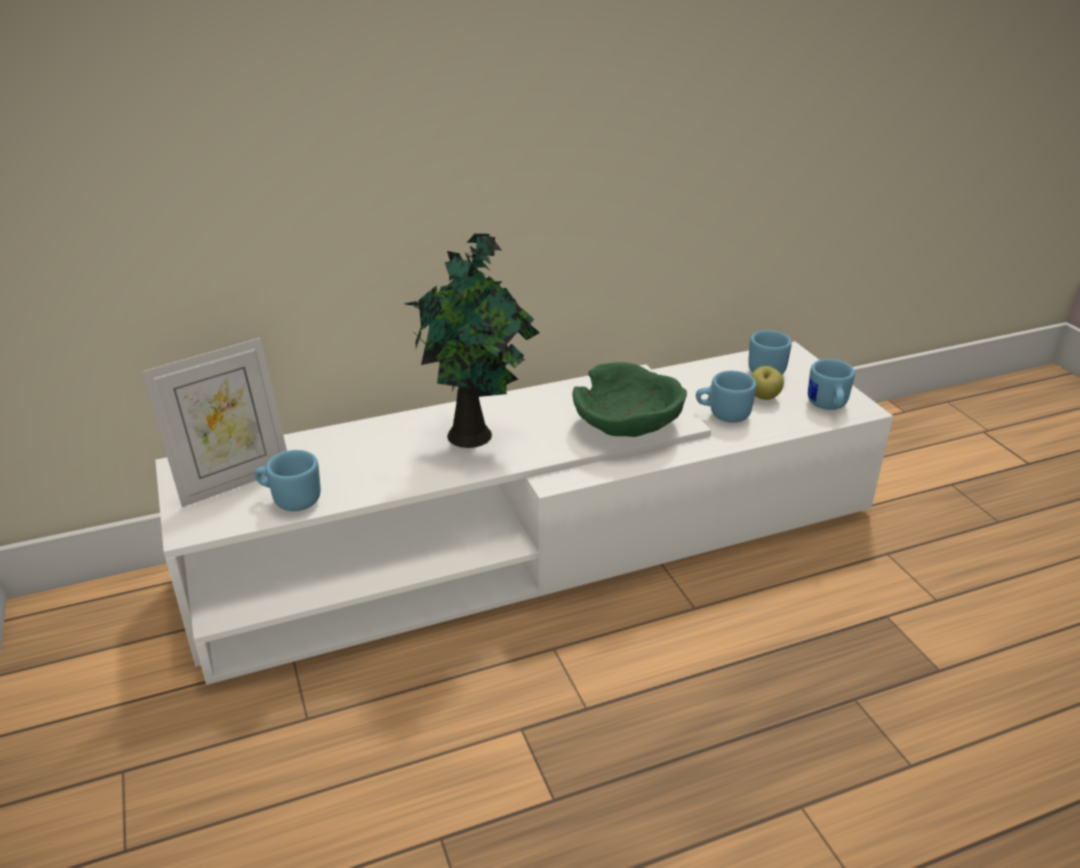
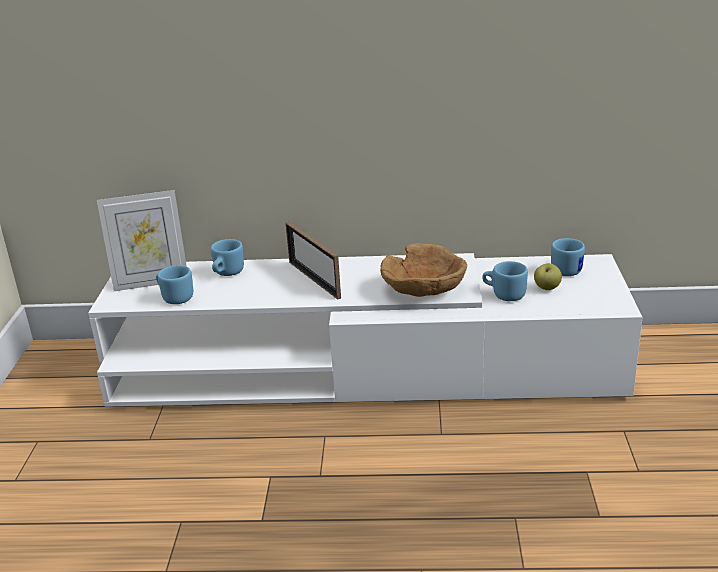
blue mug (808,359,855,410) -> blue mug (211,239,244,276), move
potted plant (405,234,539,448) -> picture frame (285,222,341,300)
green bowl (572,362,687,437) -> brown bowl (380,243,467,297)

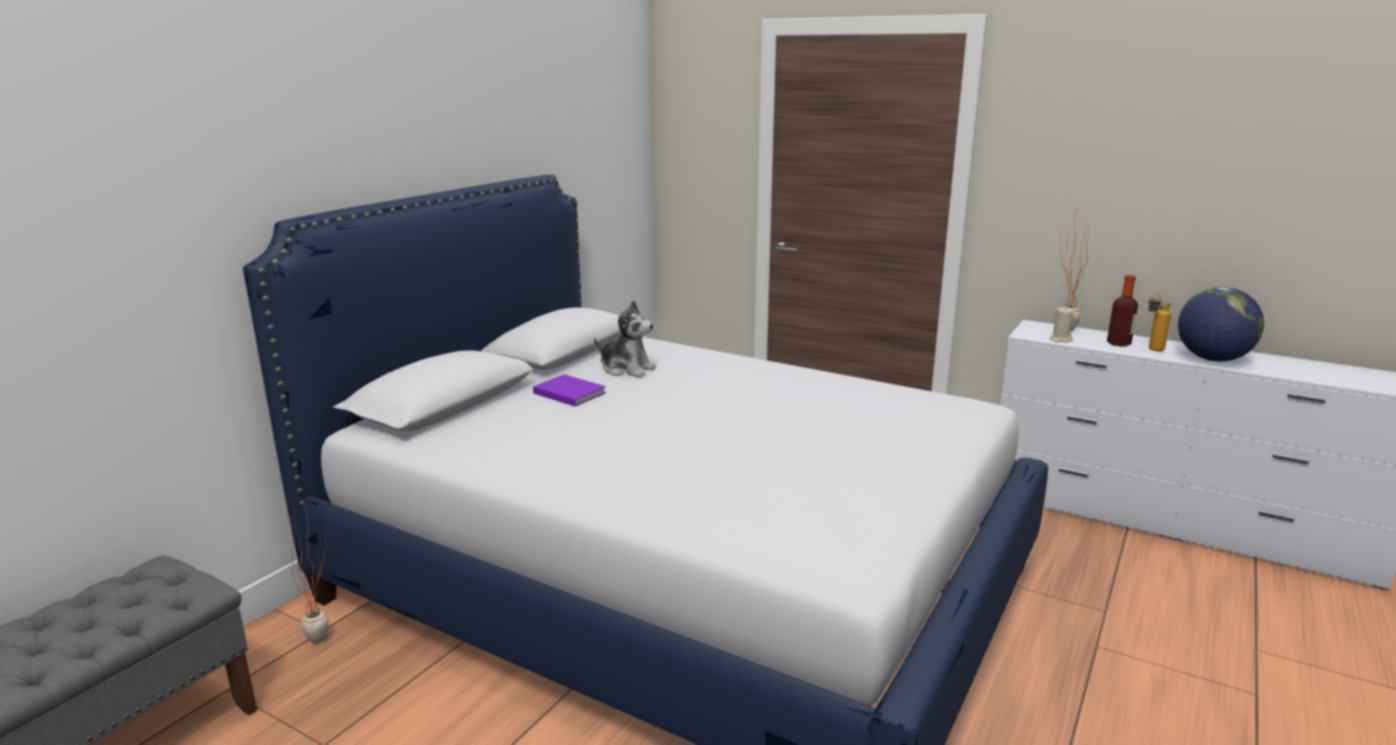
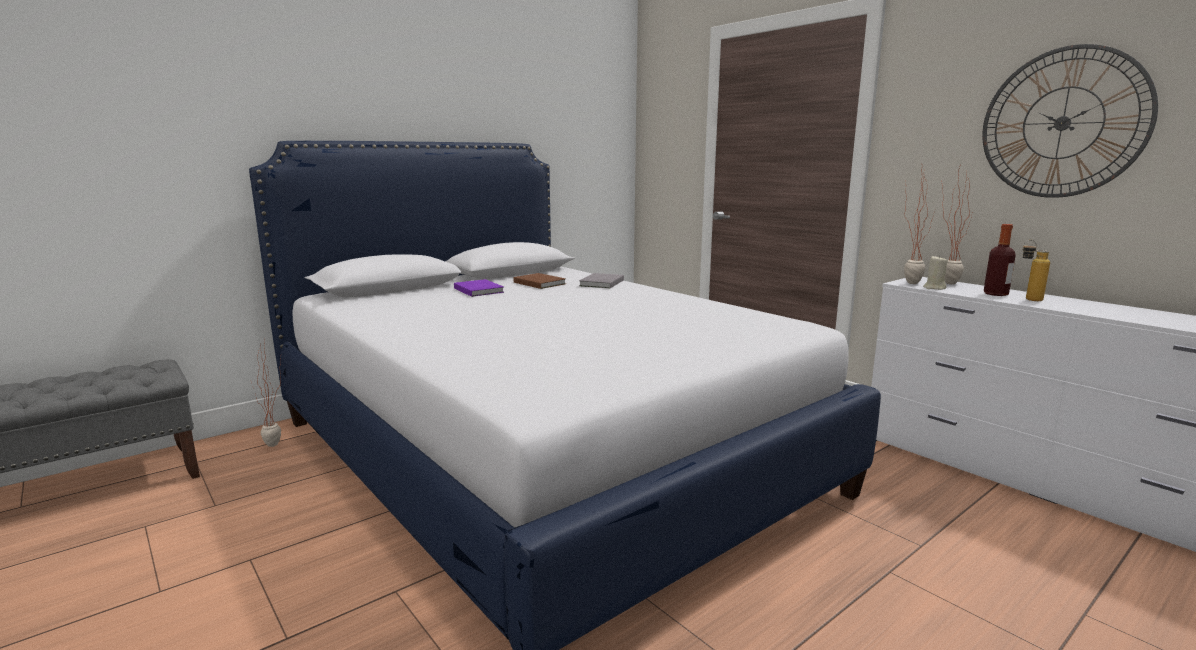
globe (1178,287,1264,361) -> none
none -> grey book (579,273,624,288)
none -> potted plant (904,179,934,284)
none -> wall clock (982,44,1158,198)
plush toy (594,300,656,377) -> brown book (513,273,566,289)

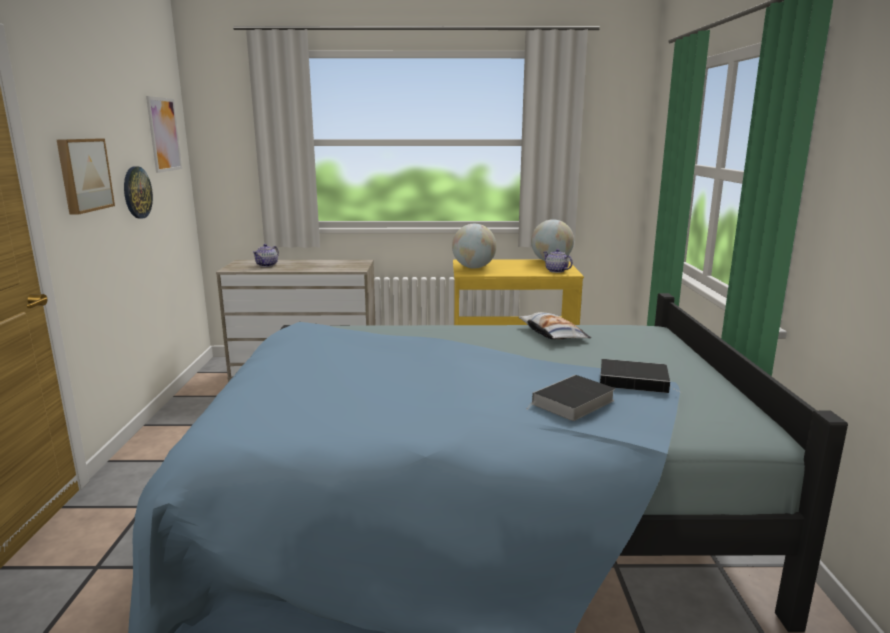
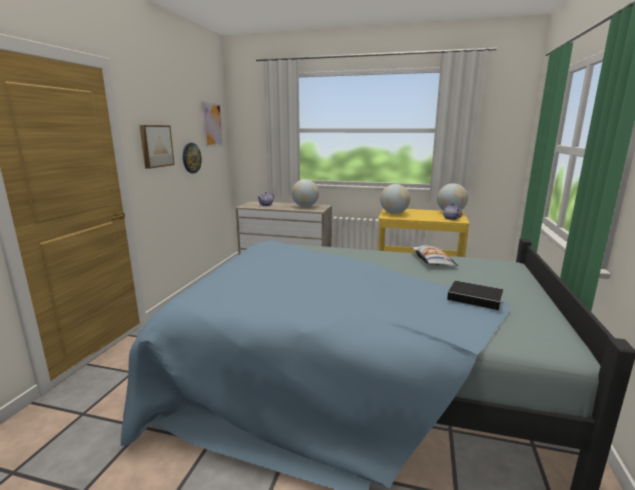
book (526,375,615,421) -> none
none -> globe (292,179,319,207)

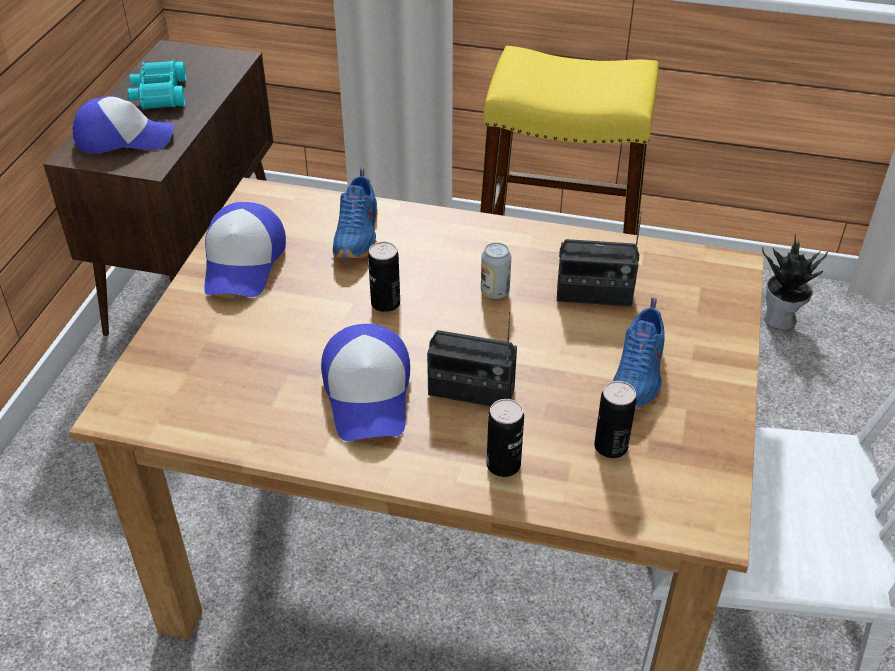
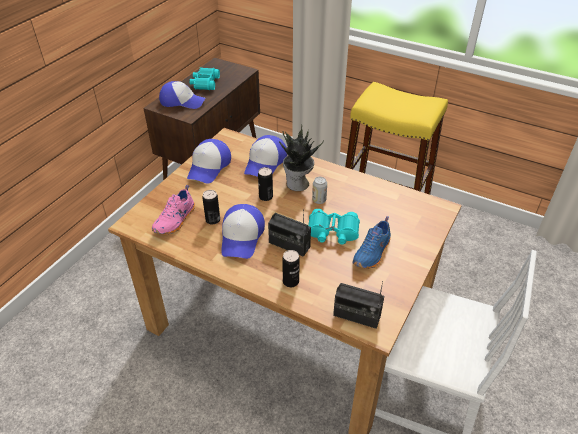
none -> pink shoe (152,185,195,235)
none -> turquoise binoculars (308,209,360,245)
radio (557,211,642,306) -> radio (333,281,384,329), move
can (594,381,636,458) -> can (202,190,220,224), move
potted plant (762,234,828,330) -> potted plant (279,126,324,191), move
blue shoe (332,168,378,258) -> cap (244,135,287,177)

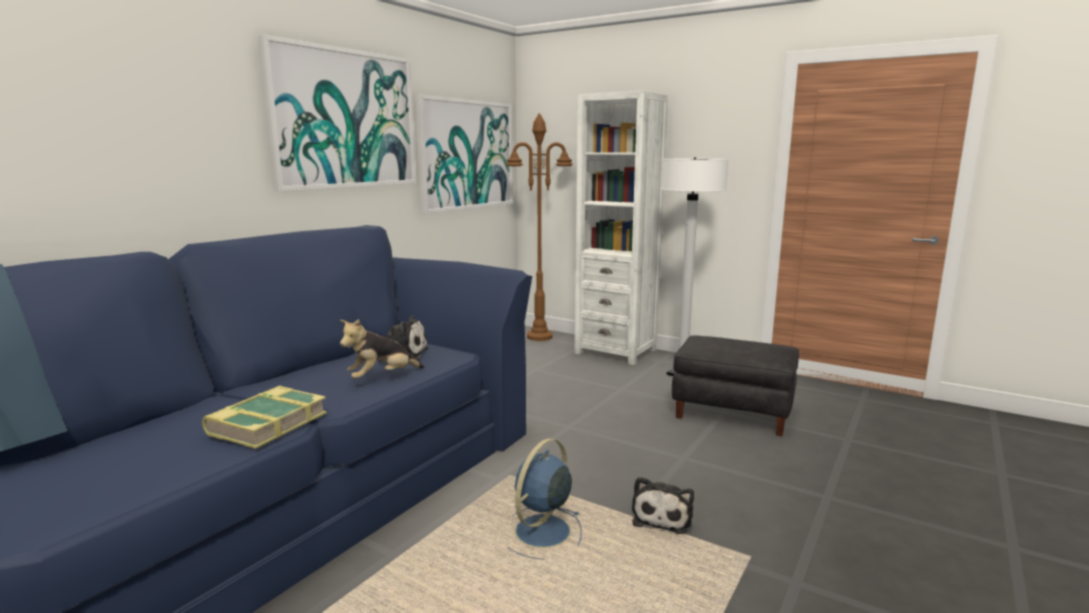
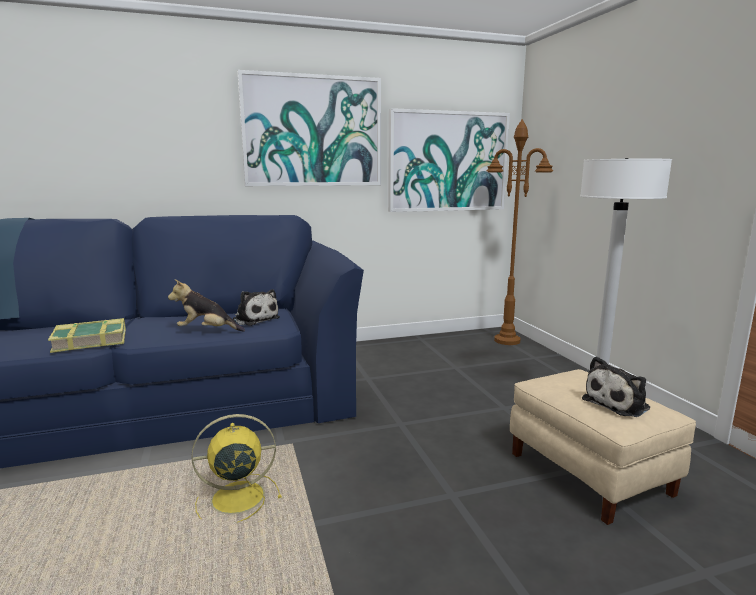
white bookcase (575,91,668,365) -> none
plush toy (632,477,694,534) -> plush toy (582,356,650,417), move
blue fan (509,439,582,560) -> yellow fan (191,414,282,523)
black ottoman (672,335,799,436) -> beige ottoman (510,369,696,525)

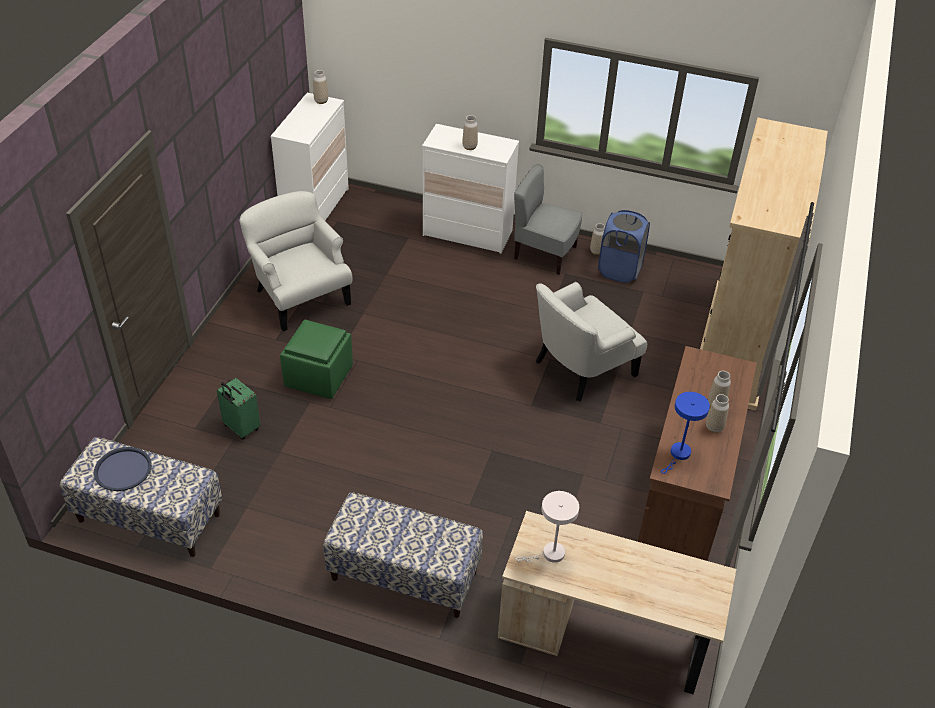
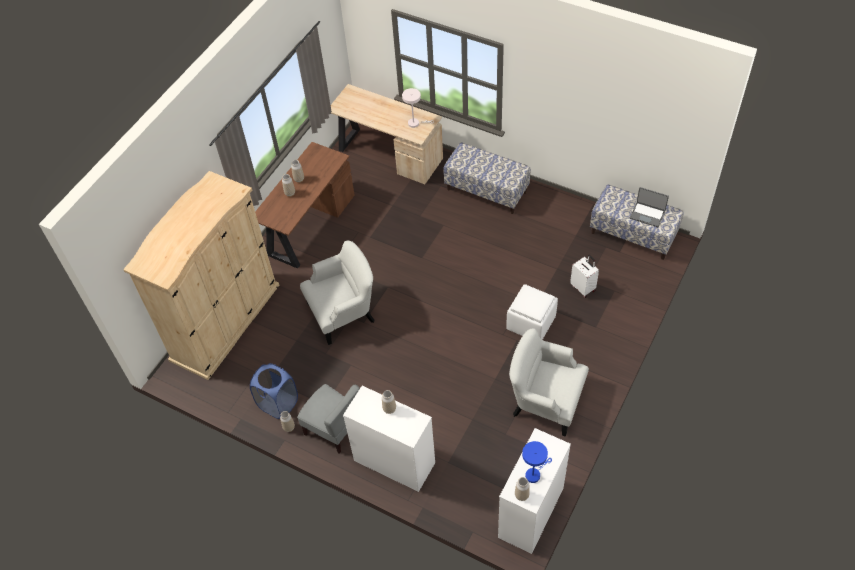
blue table lamp (661,392,710,474) -> blue table lamp (522,441,552,483), move
blue tray (94,447,152,491) -> laptop (630,187,669,227)
green suitcase (217,378,261,440) -> white suitcase (570,255,599,298)
green ottoman (280,319,353,399) -> white ottoman (507,284,558,340)
white armchair (240,191,352,332) -> white armchair (509,328,589,437), 135 degrees clockwise

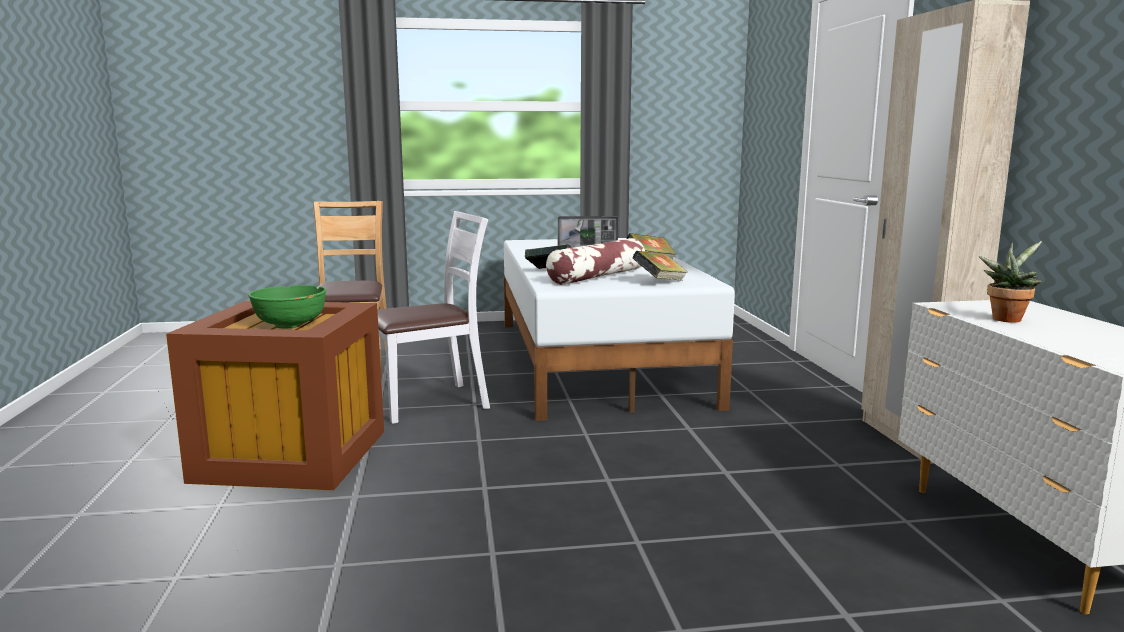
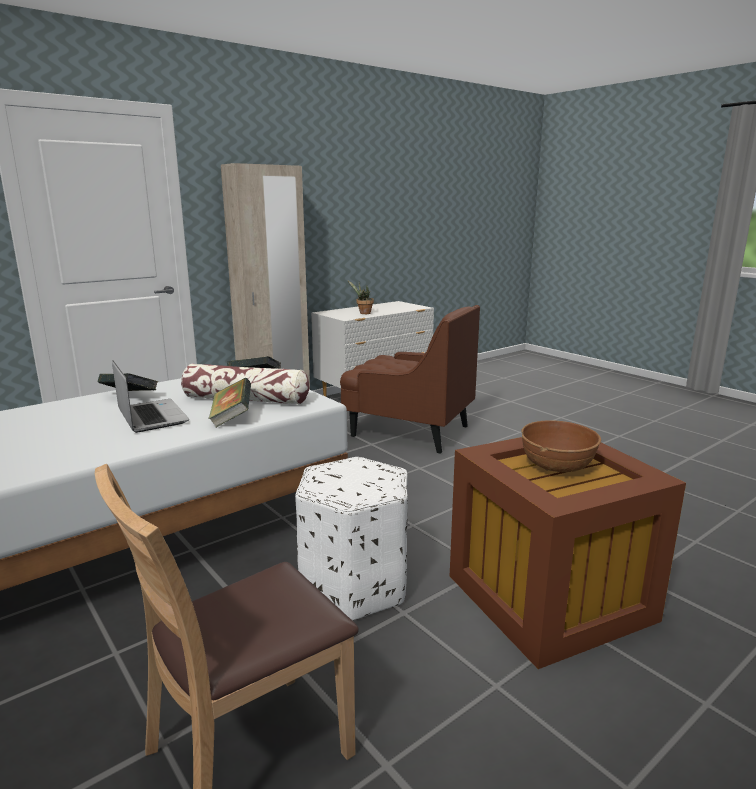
none -> brown armchair (340,305,480,454)
white chair (377,211,490,424) -> white ottoman (295,457,408,620)
green bowl (248,285,327,328) -> brown bowl (521,420,601,472)

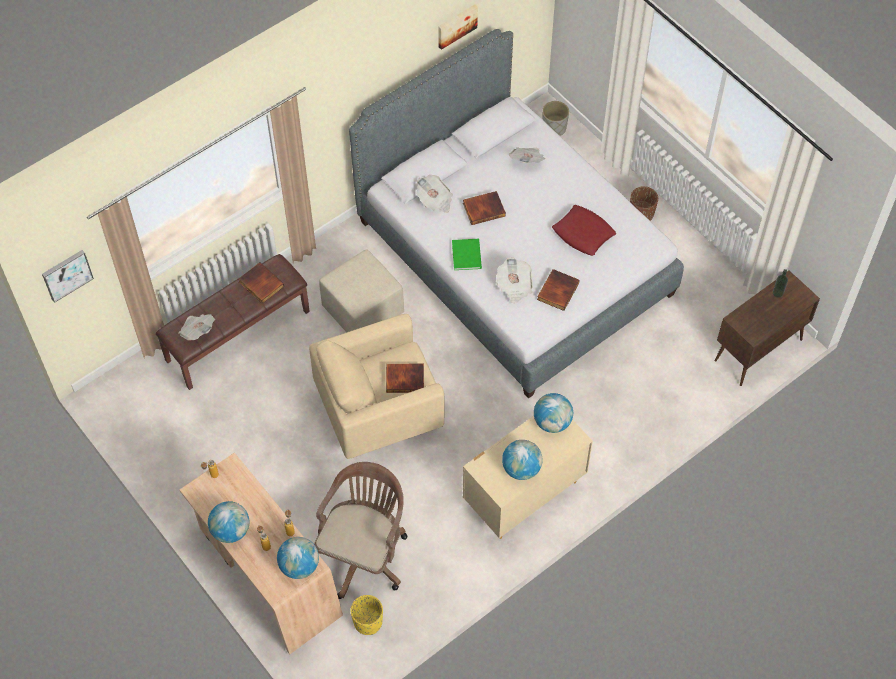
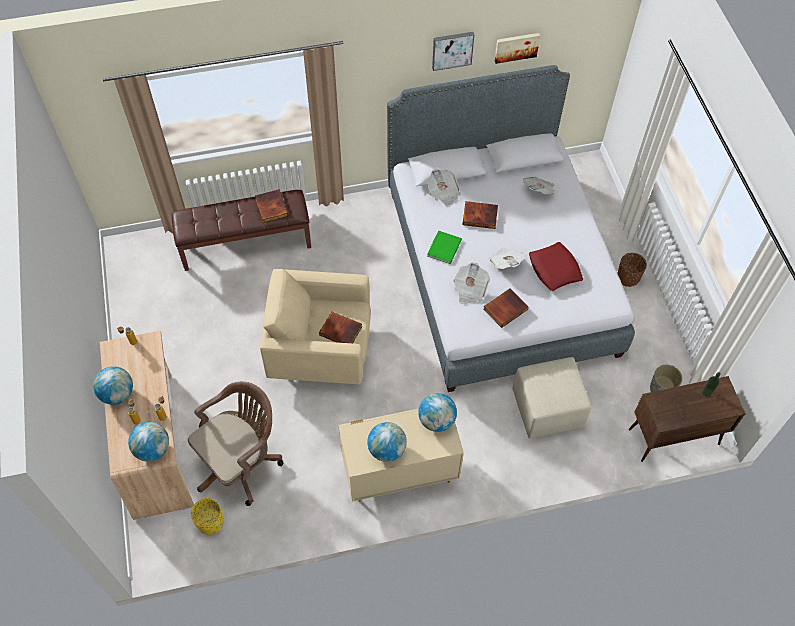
picture (42,250,94,303) -> picture (432,32,474,71), move
newspaper (178,314,215,341) -> newspaper (489,248,525,269), move
beige ottoman (319,249,404,332) -> beige ottoman (512,357,591,439), move
grey planter (542,101,569,136) -> grey planter (650,365,683,392), move

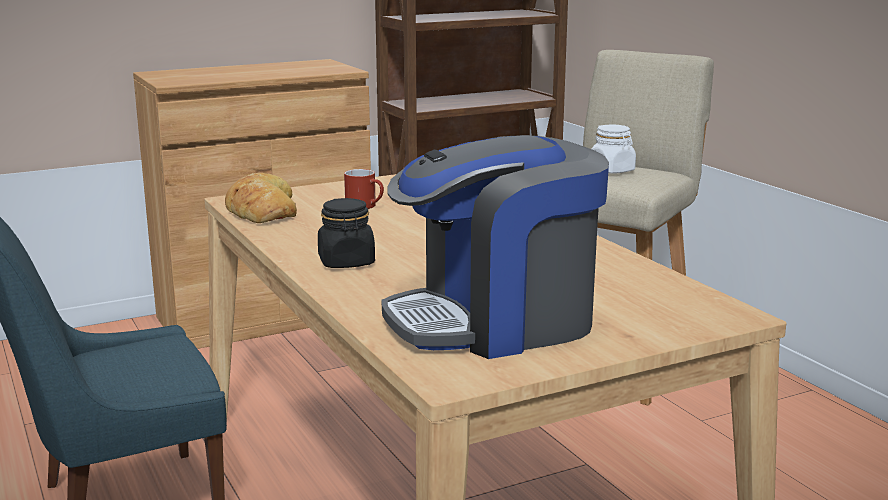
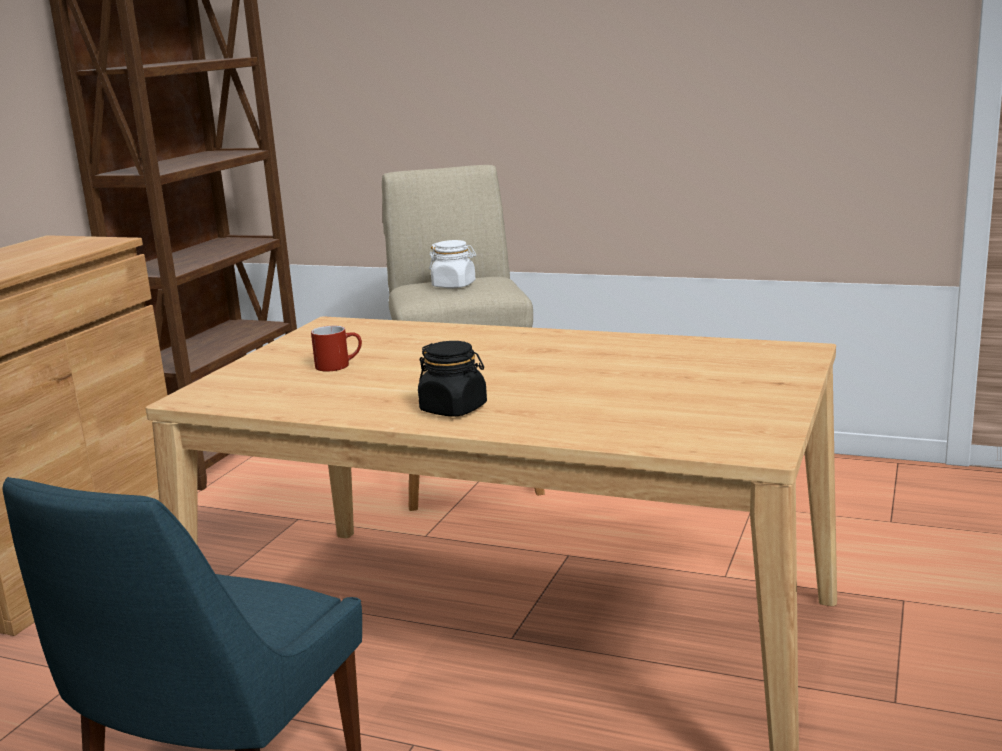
bread (225,173,297,223) -> none
coffee machine (382,135,609,359) -> none

